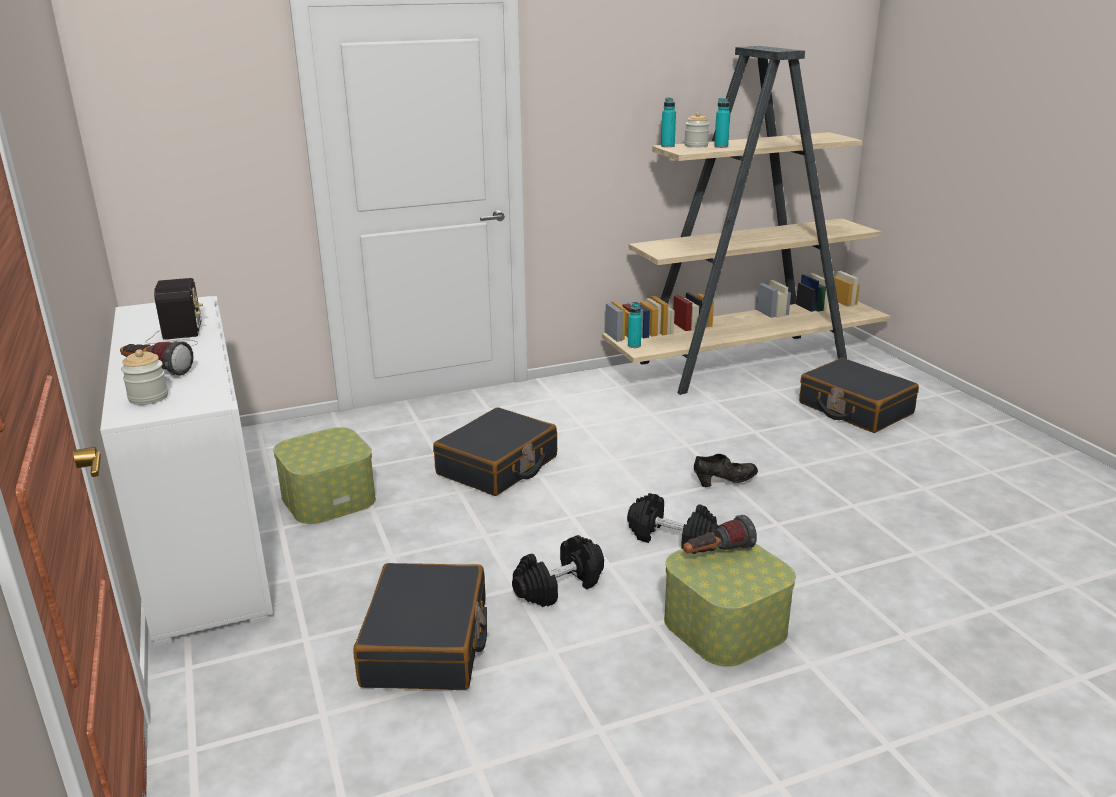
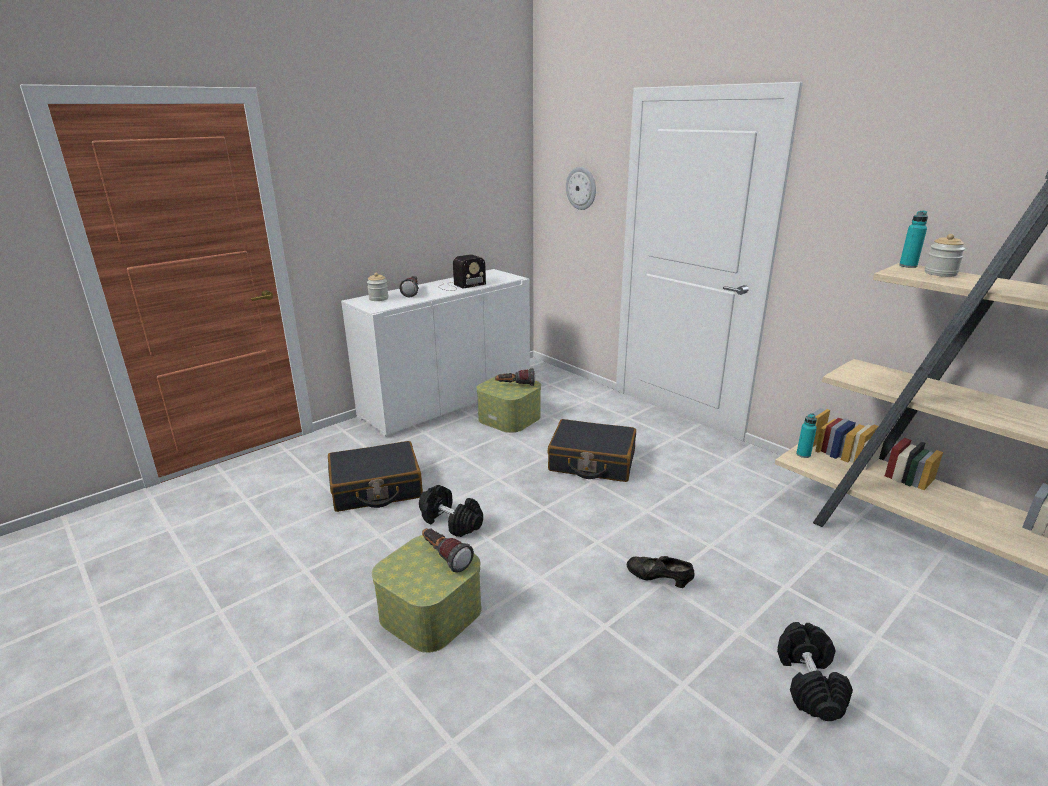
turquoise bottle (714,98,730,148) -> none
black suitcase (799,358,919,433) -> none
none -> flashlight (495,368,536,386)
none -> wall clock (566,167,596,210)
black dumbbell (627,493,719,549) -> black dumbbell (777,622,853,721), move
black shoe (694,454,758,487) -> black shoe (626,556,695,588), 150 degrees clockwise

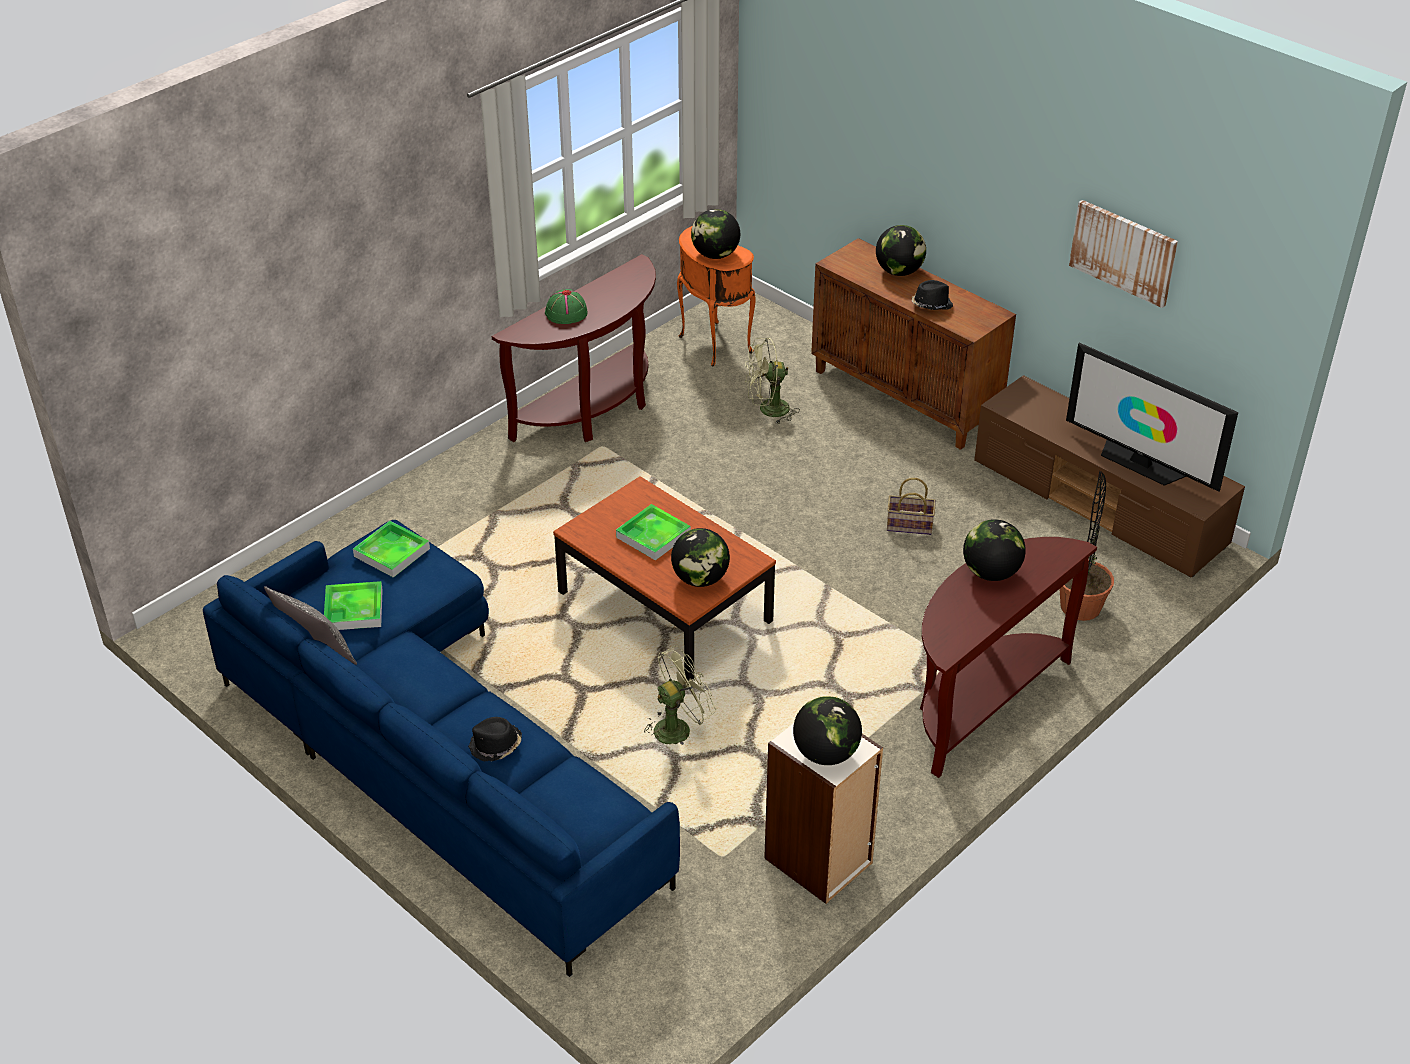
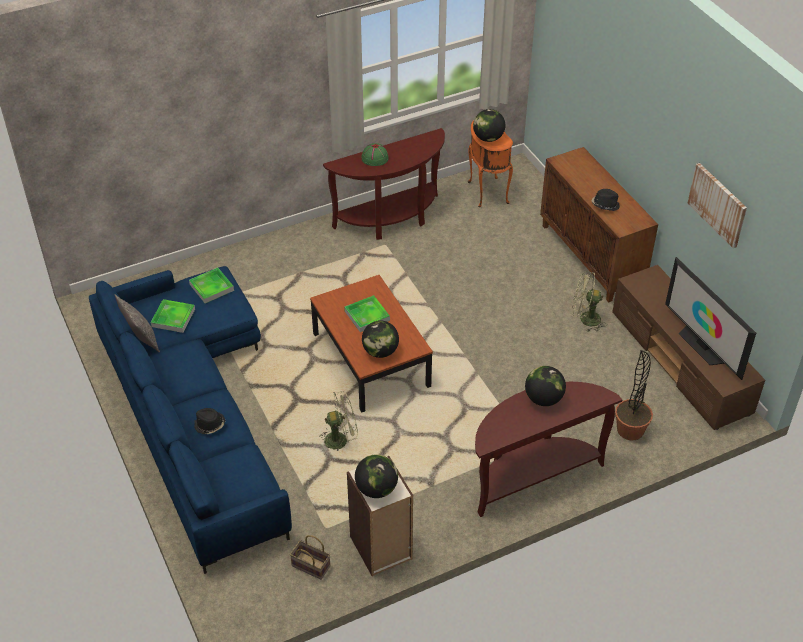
globe (876,225,926,276) -> none
green fan (745,338,800,425) -> green fan (573,271,607,331), move
basket (887,478,936,535) -> basket (290,535,330,580), move

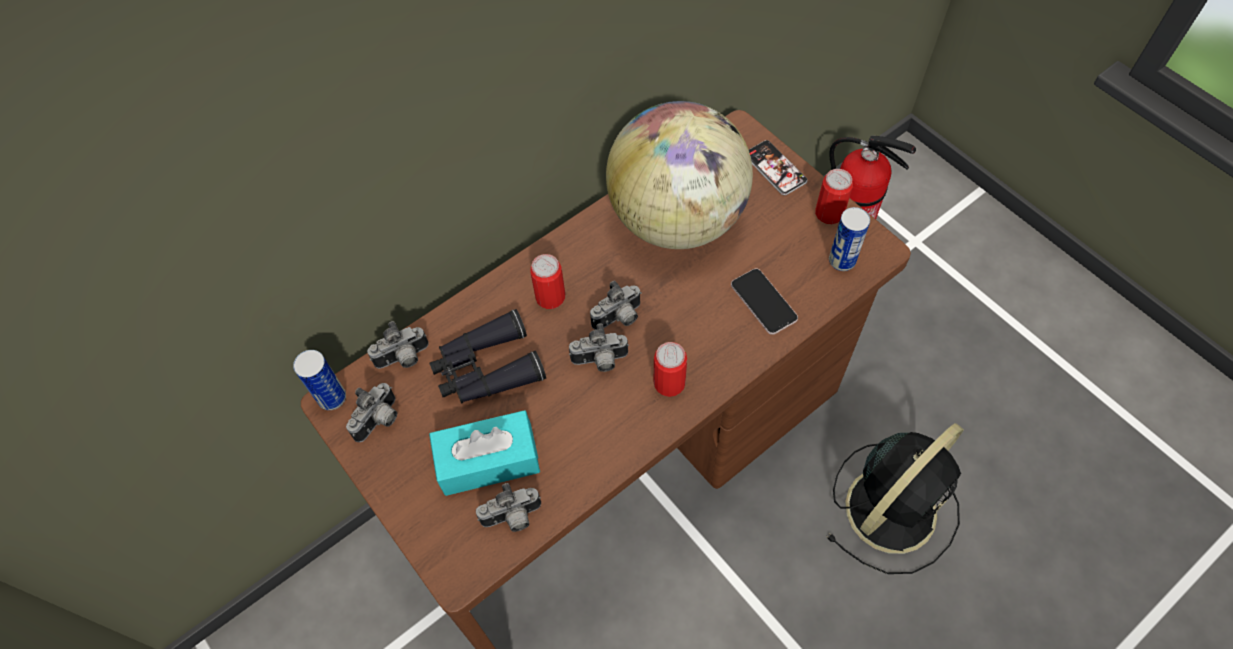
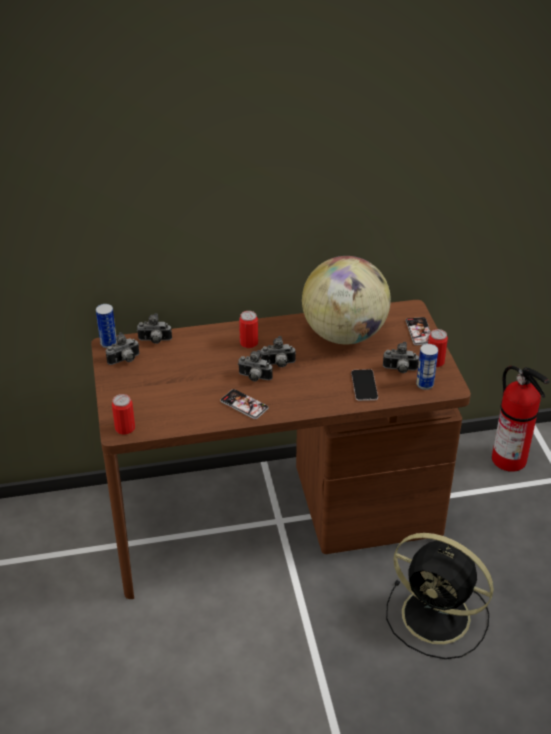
turquoise tissue box (429,410,540,496) -> none
black binoculars (430,309,546,404) -> none
none -> phone (220,389,269,419)
photo camera (476,483,541,532) -> photo camera (383,342,419,373), move
can (654,342,687,397) -> can (112,394,135,435), move
black fan (826,423,964,574) -> black fan (386,533,494,659), 45 degrees clockwise

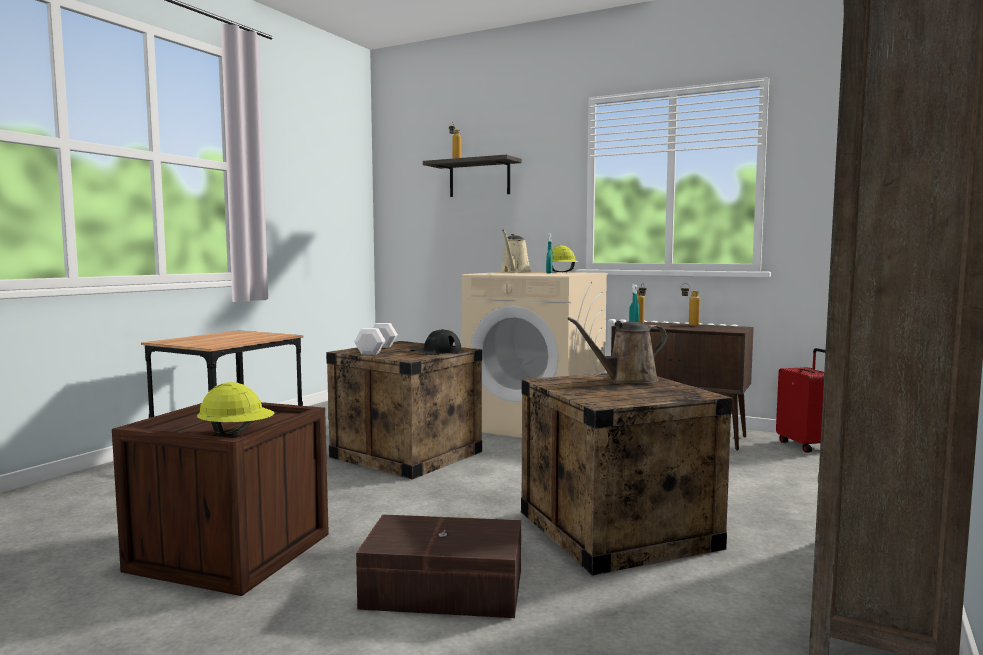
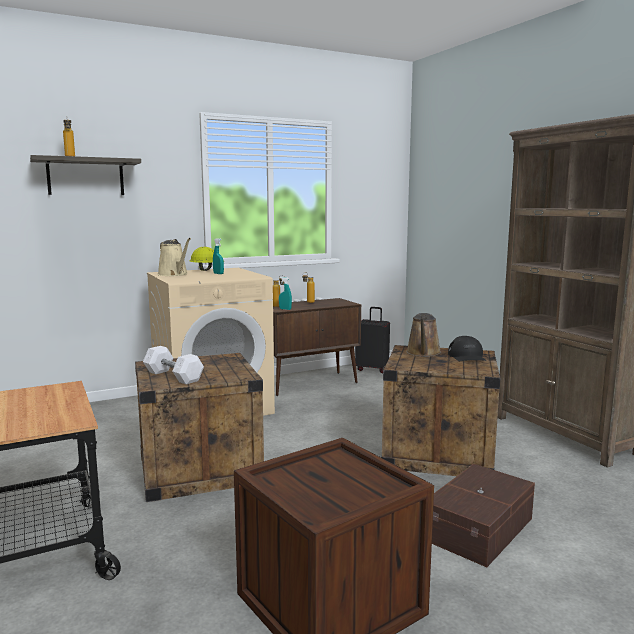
yellow hard hat (197,382,274,436) -> none
black cap (411,329,461,355) -> black cap (448,336,486,361), move
red suitcase (776,348,826,453) -> black suitcase (355,307,390,373)

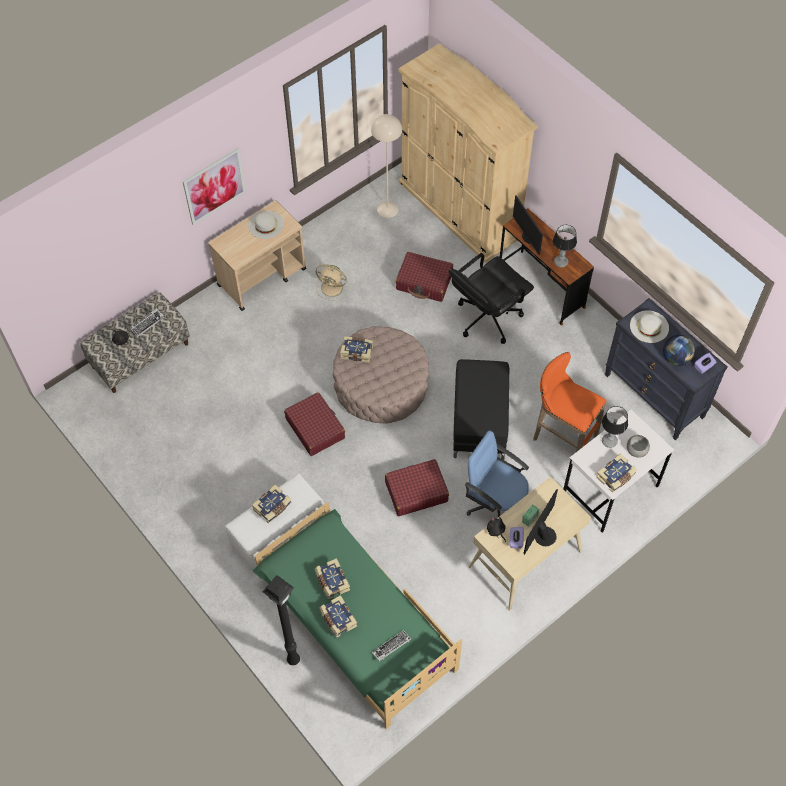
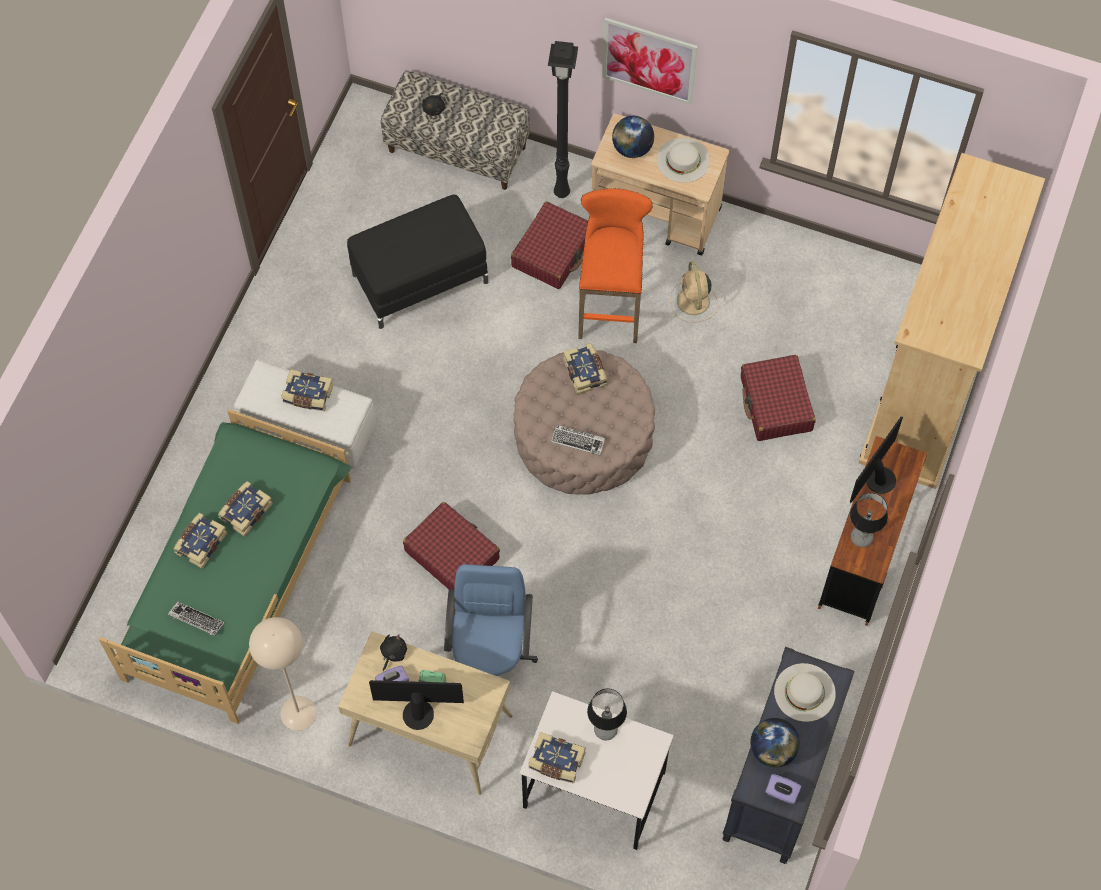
black office chair (449,253,534,344) -> none
grey bowl (627,435,650,458) -> none
none -> globe (612,116,654,158)
keyboard (129,308,164,337) -> keyboard (551,424,605,456), move
black floor lamp (263,575,300,665) -> black floor lamp (548,41,578,198), move
red suitcase (284,392,345,456) -> red suitcase (511,201,588,289), move
beige floor lamp (371,114,402,218) -> beige floor lamp (249,617,317,731), move
black ottoman (453,359,509,460) -> black ottoman (347,195,488,329), move
orange stool (533,352,606,452) -> orange stool (578,188,653,343), move

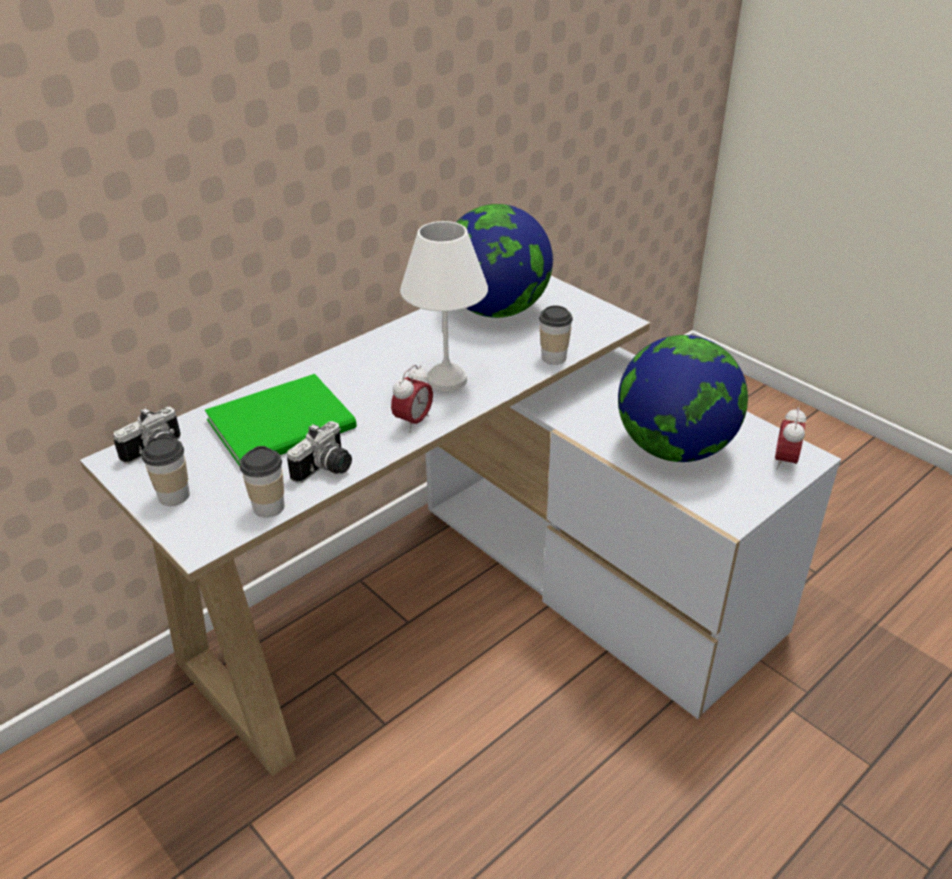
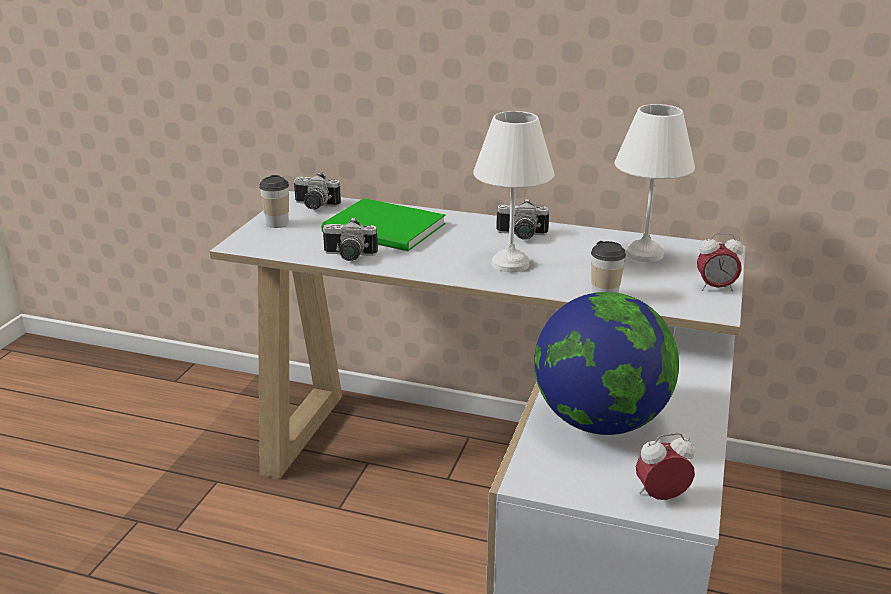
cup (240,446,284,517) -> none
none -> photo camera (496,198,549,240)
alarm clock (391,365,433,432) -> alarm clock (697,233,743,291), move
globe (456,204,553,318) -> white table lamp (614,104,695,262)

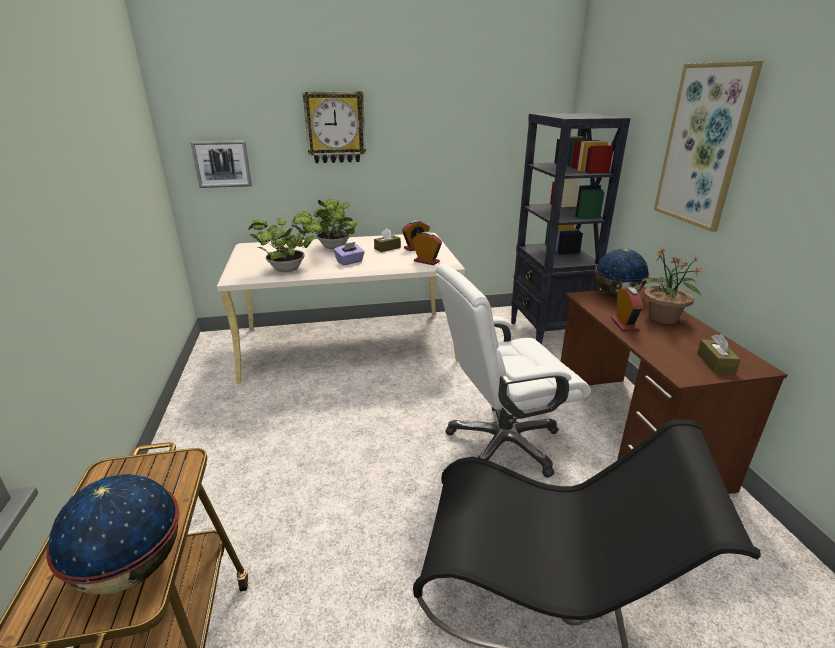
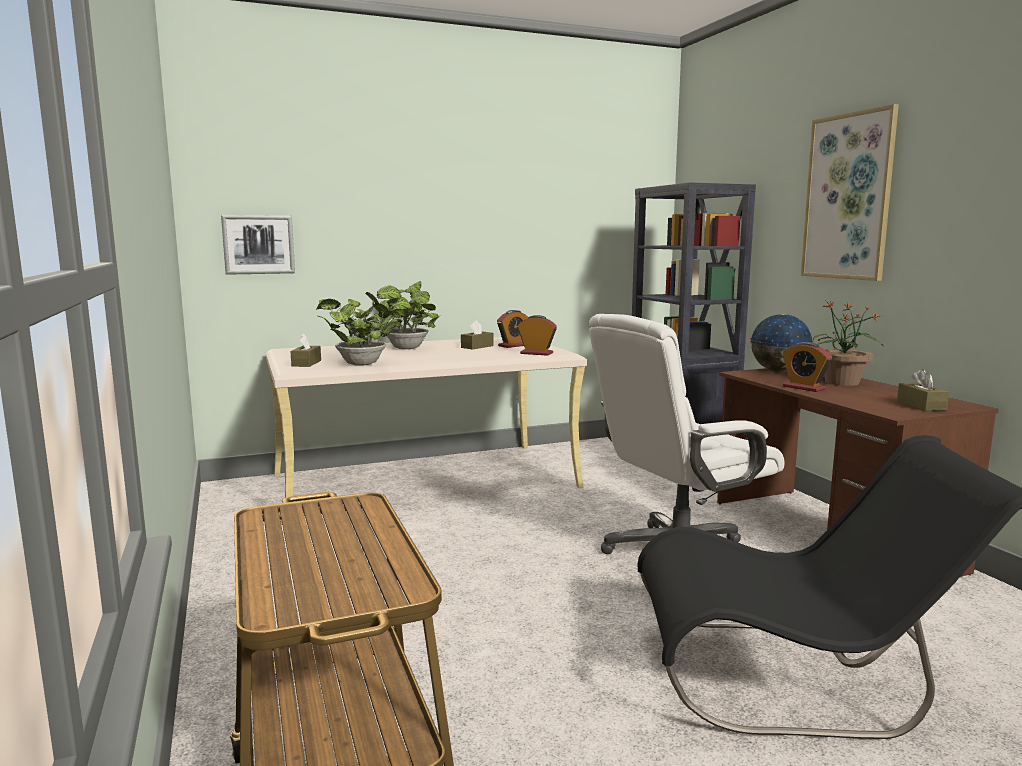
globe (46,474,180,594) -> none
wall clock (303,91,366,163) -> none
purple tissue box (334,242,365,265) -> none
none -> brown tissue box (291,333,321,367)
alarm clock (611,287,643,331) -> alarm clock (782,342,832,392), 150 degrees clockwise

